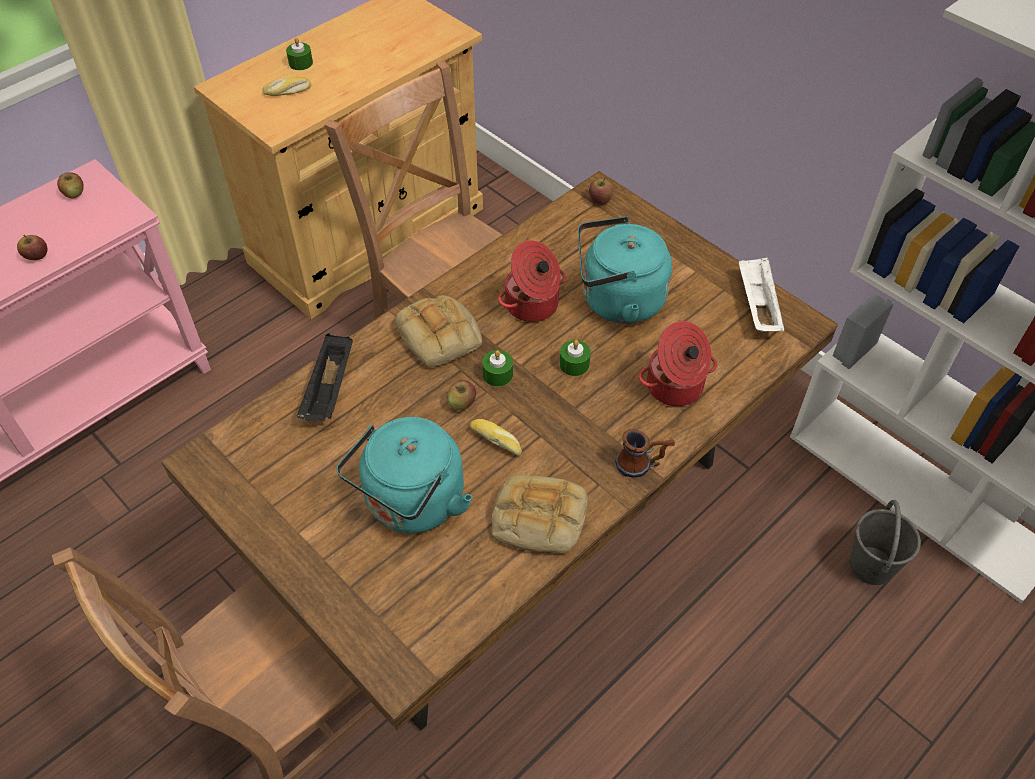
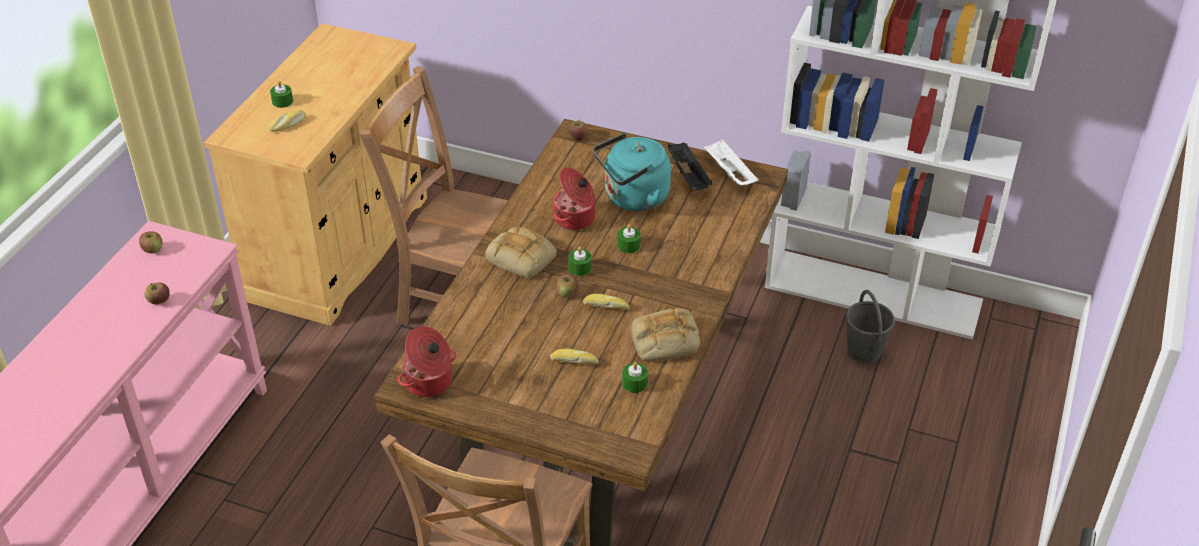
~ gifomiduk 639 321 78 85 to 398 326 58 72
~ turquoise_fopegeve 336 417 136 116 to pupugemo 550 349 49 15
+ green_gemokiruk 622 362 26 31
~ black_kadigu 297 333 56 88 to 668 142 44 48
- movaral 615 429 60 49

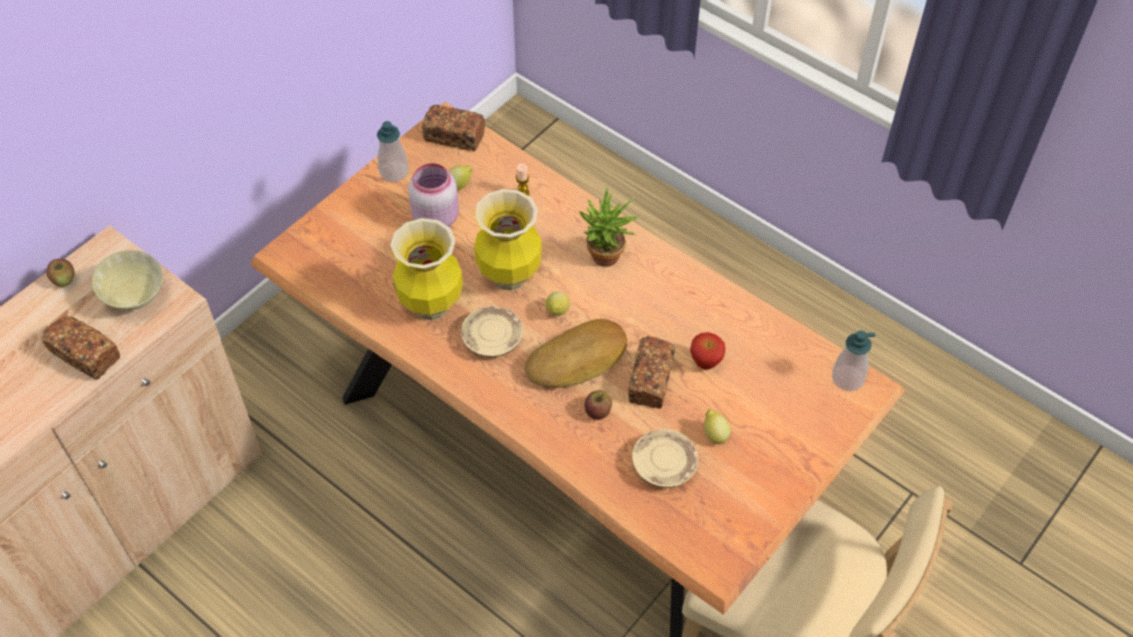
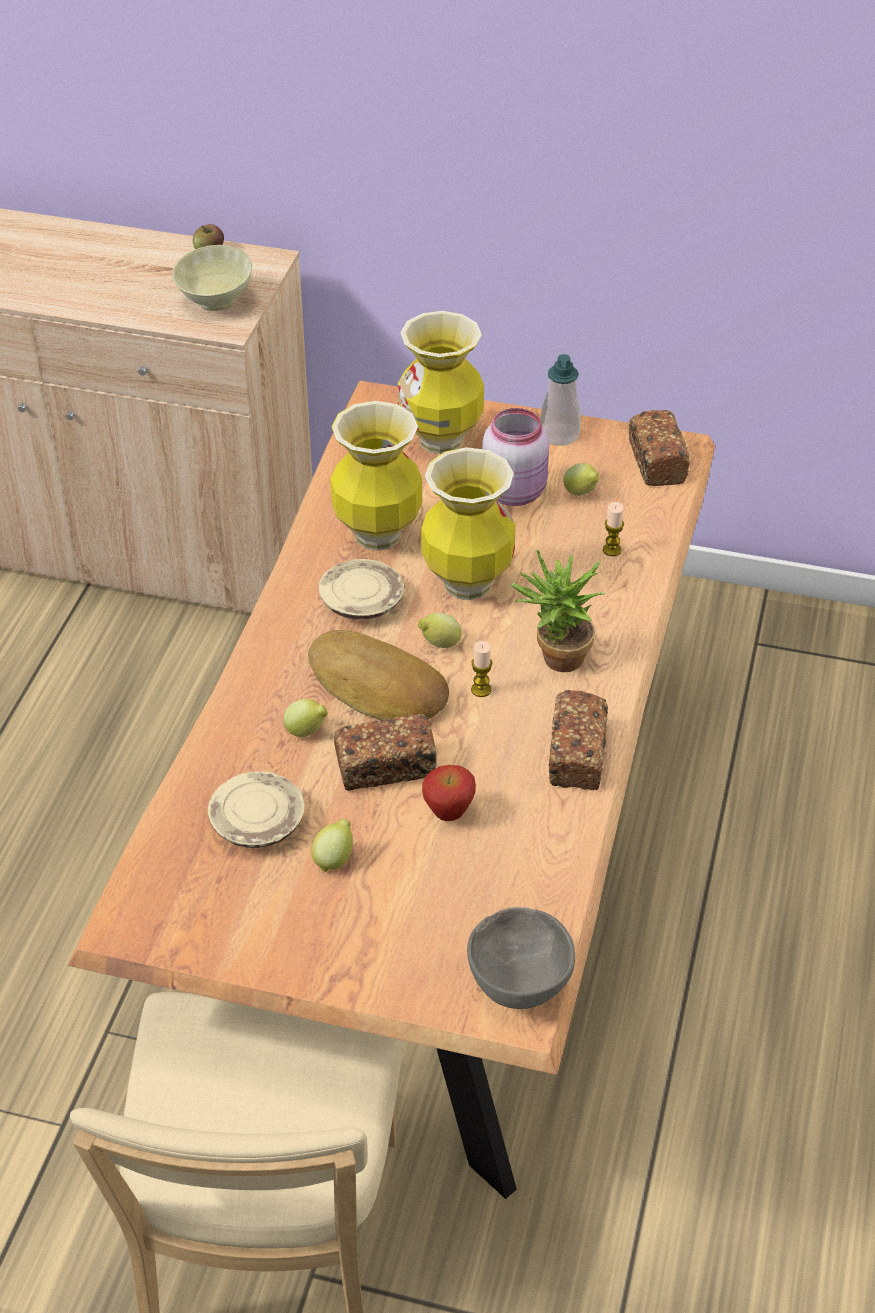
~ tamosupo 585 390 27 30 to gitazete 283 699 45 38
+ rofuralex 398 311 86 143
~ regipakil 832 330 43 61 to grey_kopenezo 467 907 108 102
+ gemokiruk 471 641 22 56
~ pupugemo 42 316 78 64 to 549 690 59 100

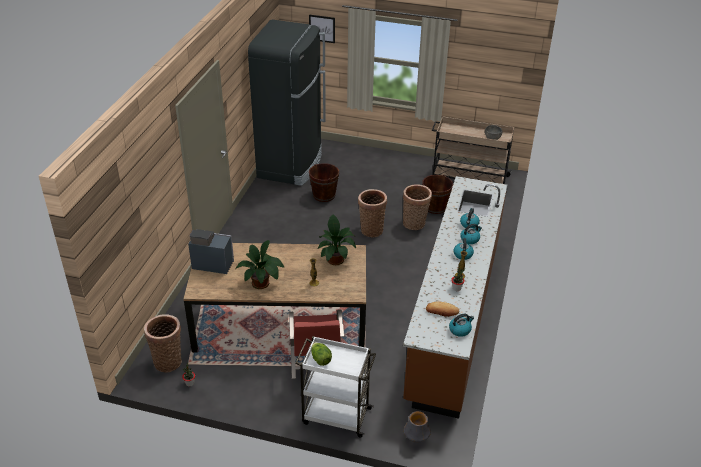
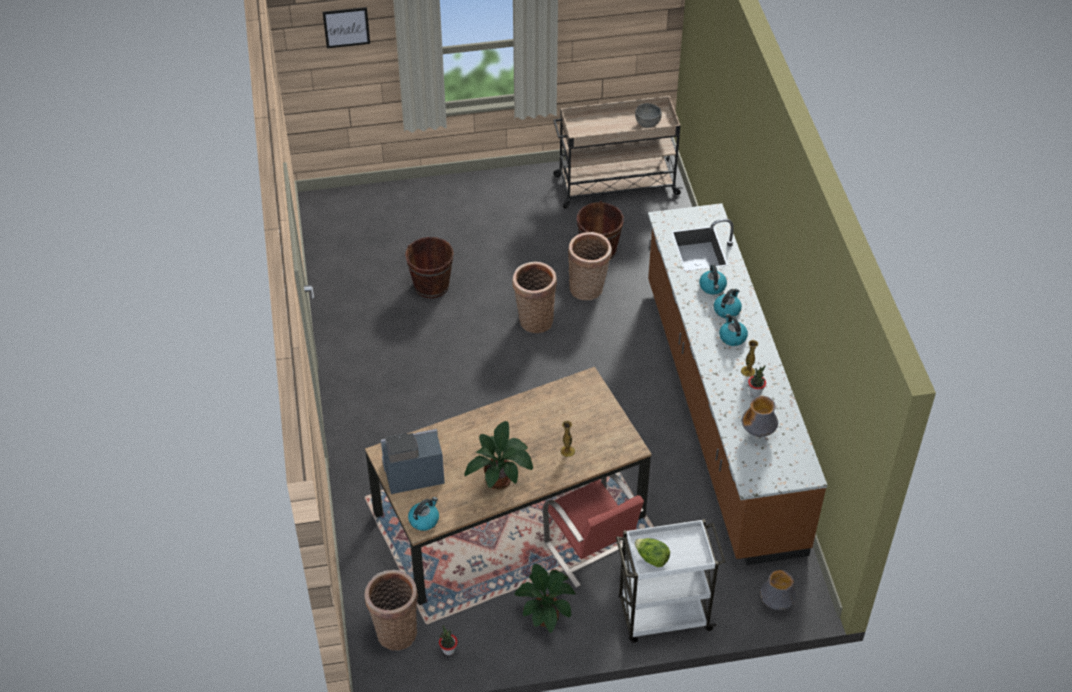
~ fopegeve 449 314 25 23 to 408 497 31 34
~ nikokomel 318 215 38 50 to 514 564 62 69
~ pupugemo 426 301 34 16 to rofuralex 742 396 36 41
- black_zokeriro 248 20 78 166

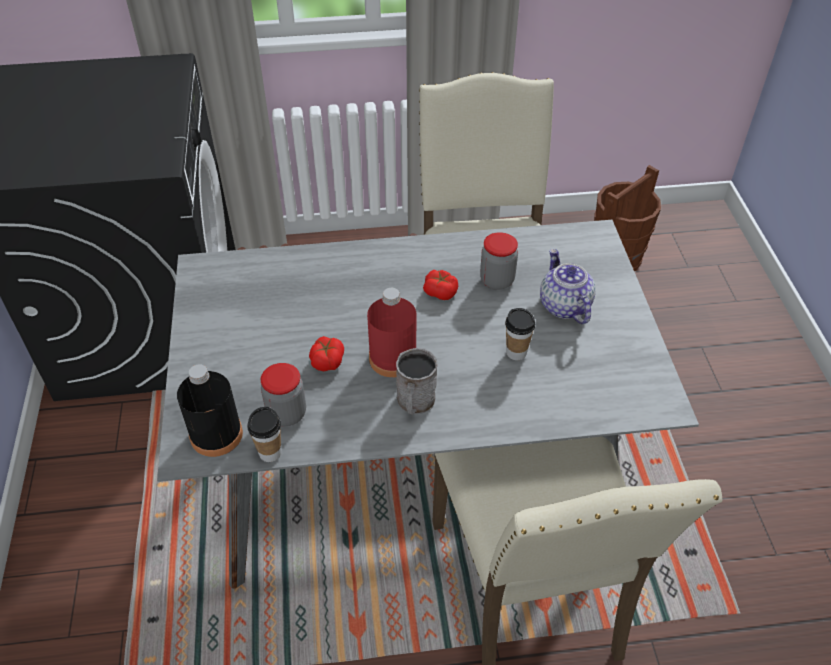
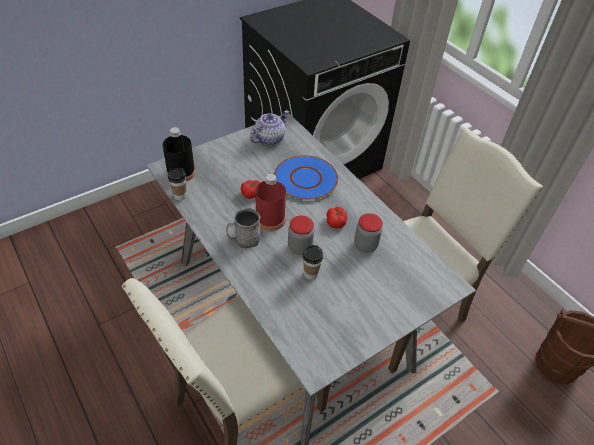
~ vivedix 540 249 56 75 to 250 110 39 35
+ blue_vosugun 274 155 64 45
~ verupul 261 363 45 63 to 288 216 26 39

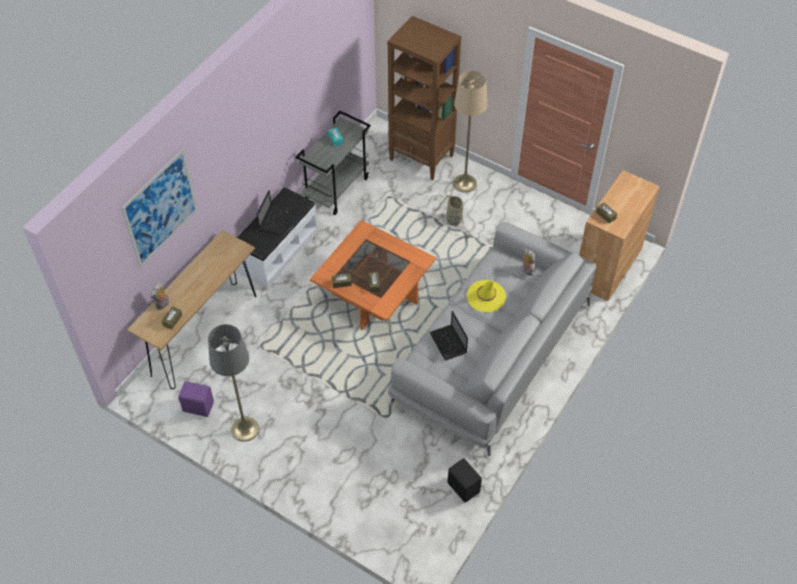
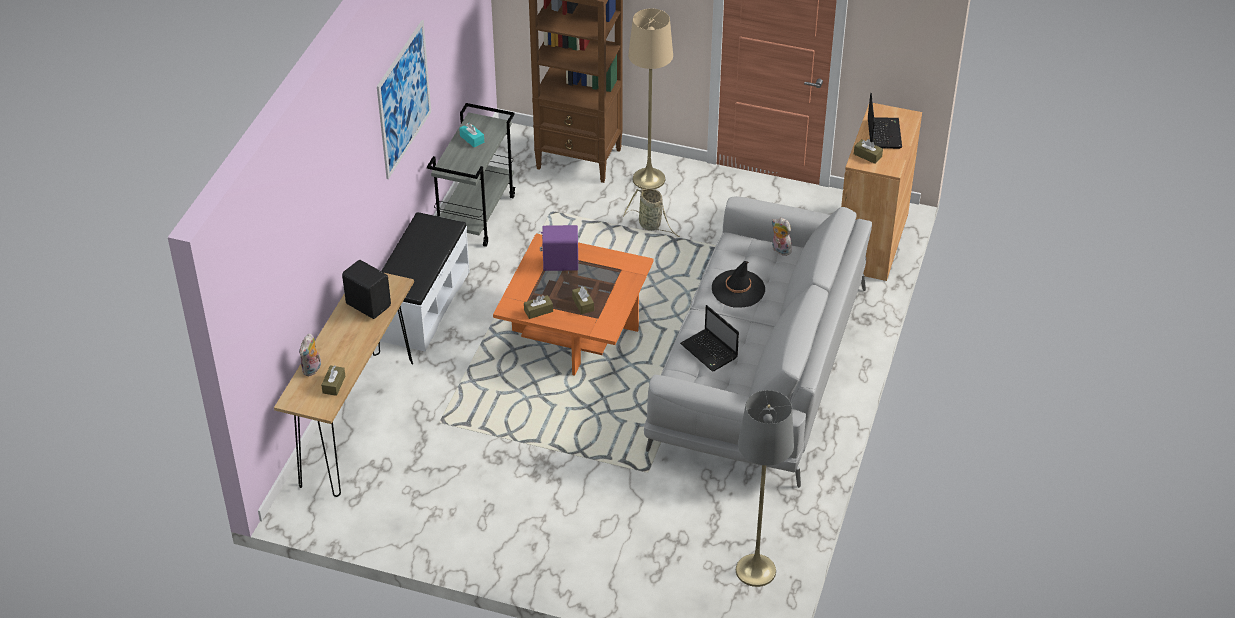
~ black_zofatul 447 458 35 44 to 342 260 49 59
~ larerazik 121 148 77 120 to 377 20 54 159
~ purple_zofatul 178 381 36 36 to 540 225 39 46
~ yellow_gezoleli 467 280 39 32 to black_gezoleli 712 261 53 47
~ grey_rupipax 208 324 51 118 to 736 390 58 197
~ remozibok 257 190 35 45 to 868 93 34 56

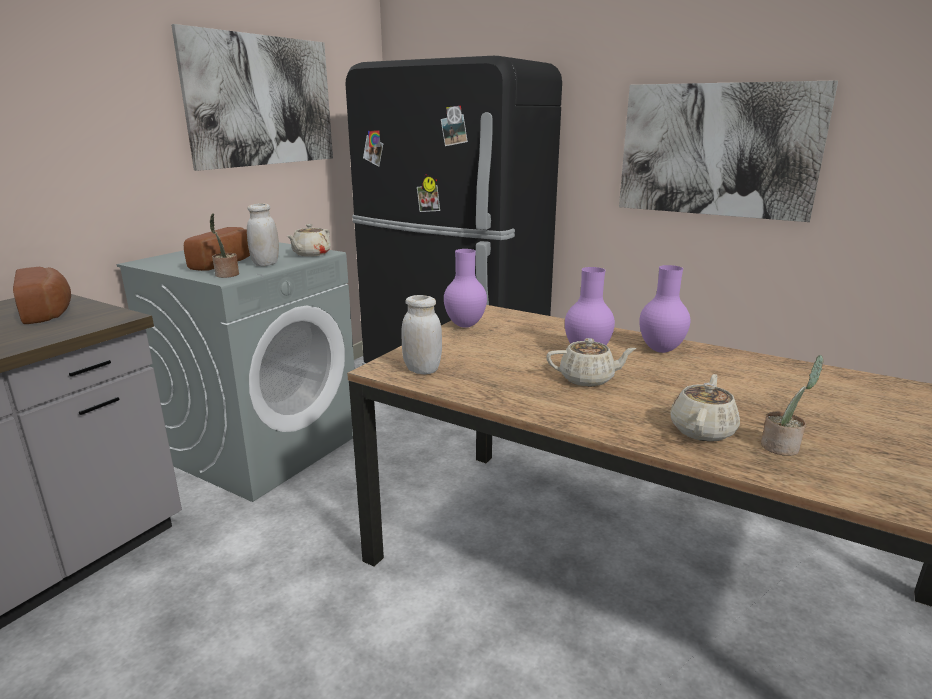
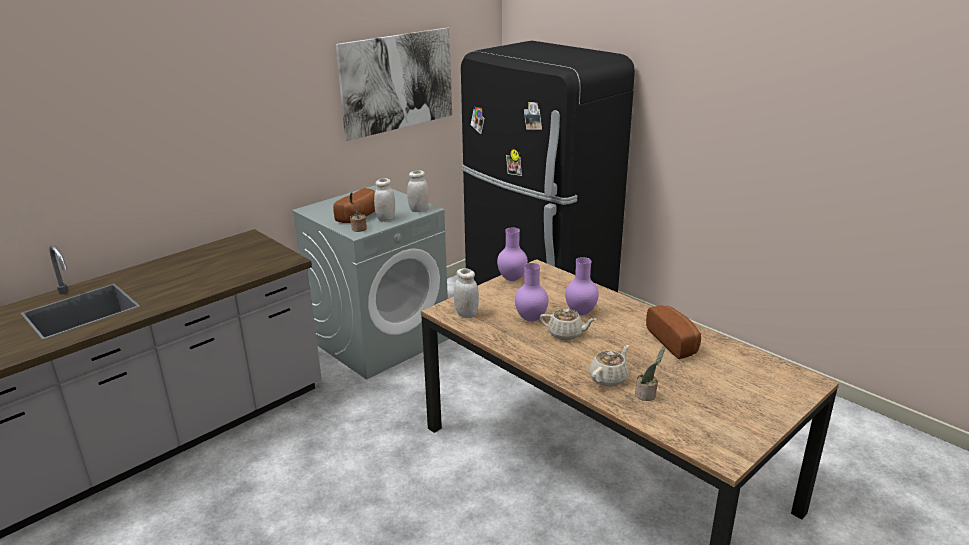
~ beige_vivedix 287 224 44 33 to white_verupul 407 170 22 42
~ purple_rofuralex 639 265 51 88 to 515 263 33 59
~ pupugemo 13 267 58 57 to 646 305 55 54
- larerazik 619 80 219 142

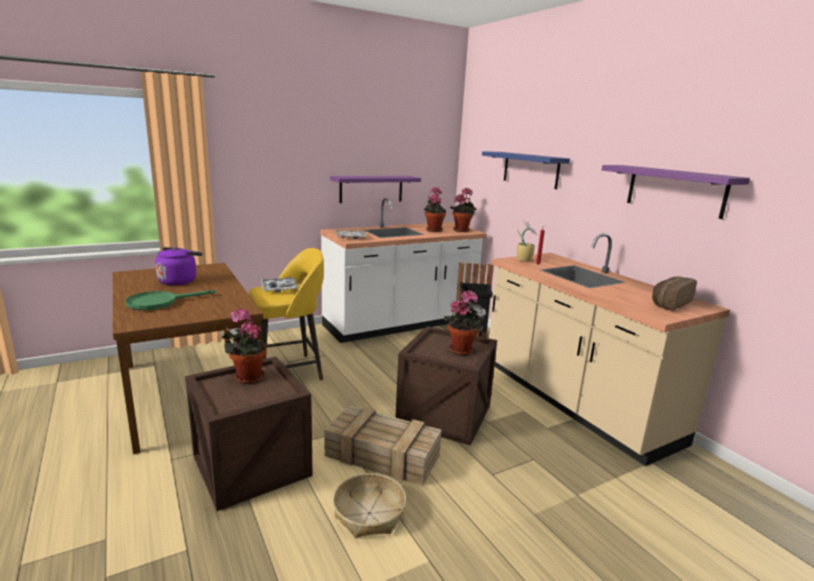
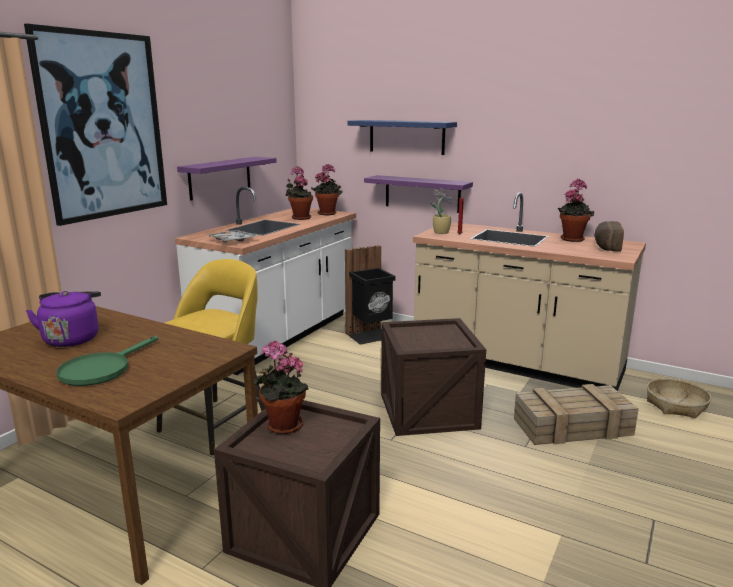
+ larerazik 24 24 143 202
~ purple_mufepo 602 165 148 54 to 364 175 109 38
~ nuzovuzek 325 406 116 80 to 514 384 125 61
~ nikokomel 444 290 39 65 to 558 179 36 63
~ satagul 333 473 73 65 to 647 378 64 40
- kadigu 261 277 38 16

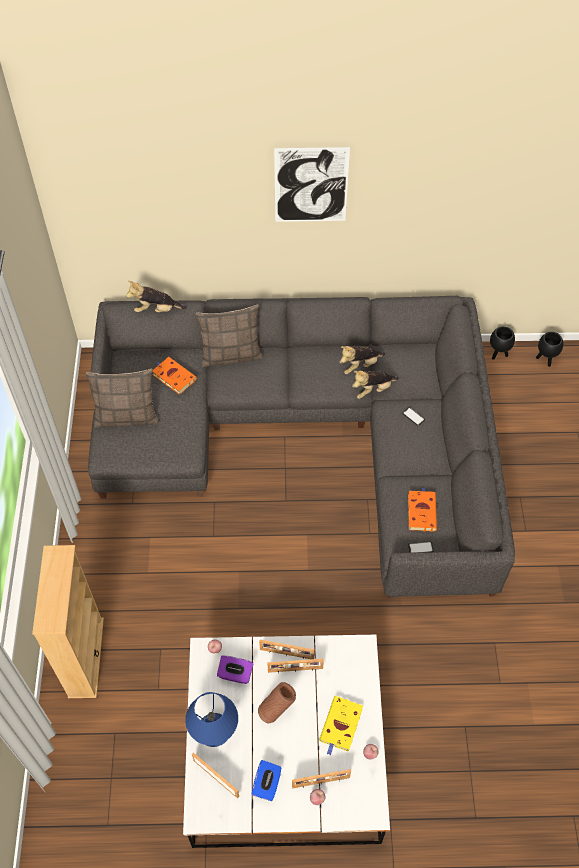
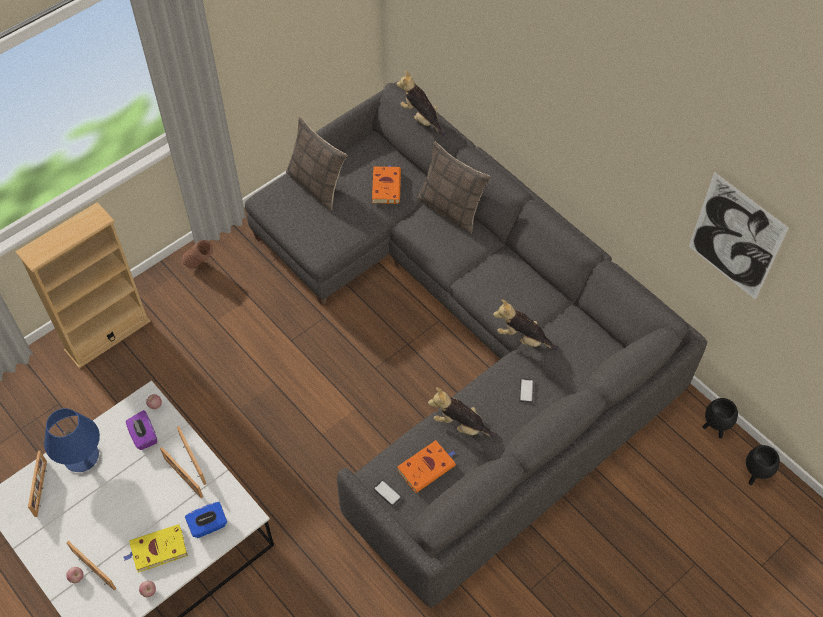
~ brown_rofuralex 258 682 38 41 to 182 240 31 28
~ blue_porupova 251 760 30 41 to 185 502 42 36
~ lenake 340 346 45 28 to 428 387 70 50
~ larerazik 274 147 76 75 to 689 172 99 128

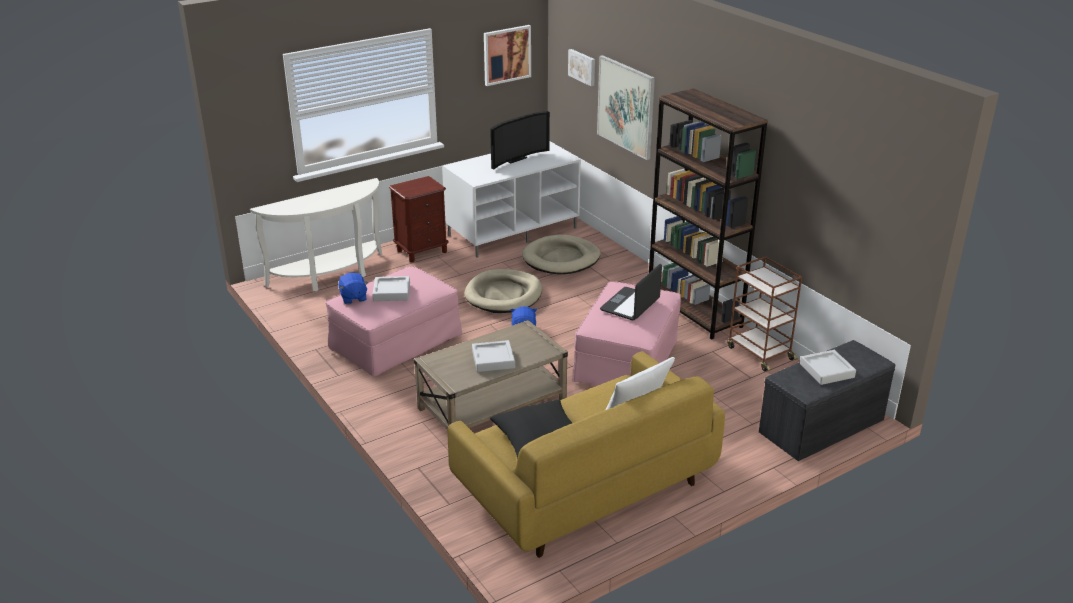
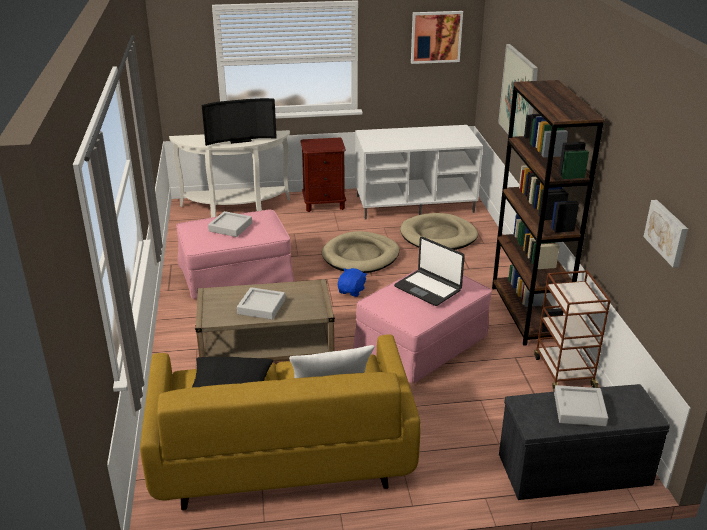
~ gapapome 490 111 60 58 to 202 98 75 48
~ remozibok 600 264 62 57 = 394 237 71 69 105 degrees counterclockwise
~ larerazik 568 49 27 37 to 643 200 45 68
- blue_lenake 339 273 29 31

